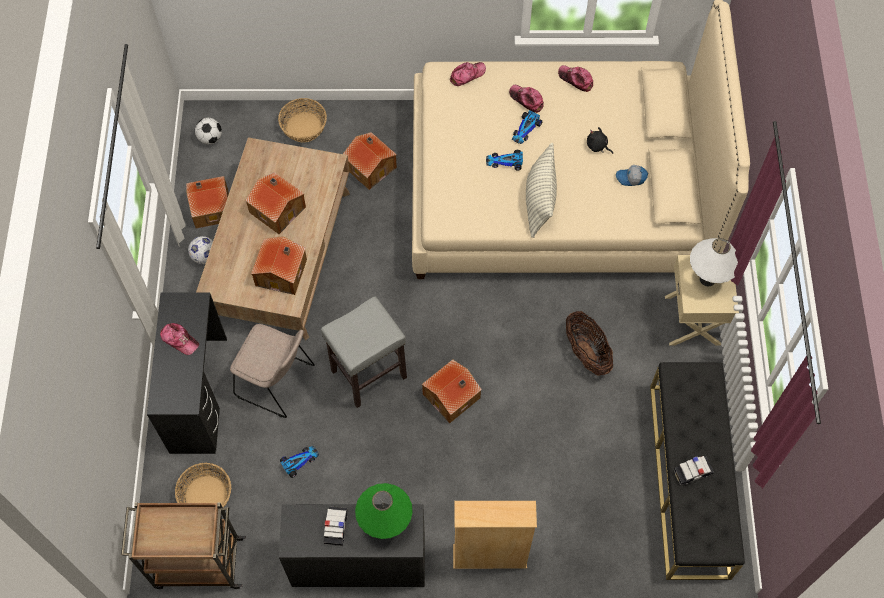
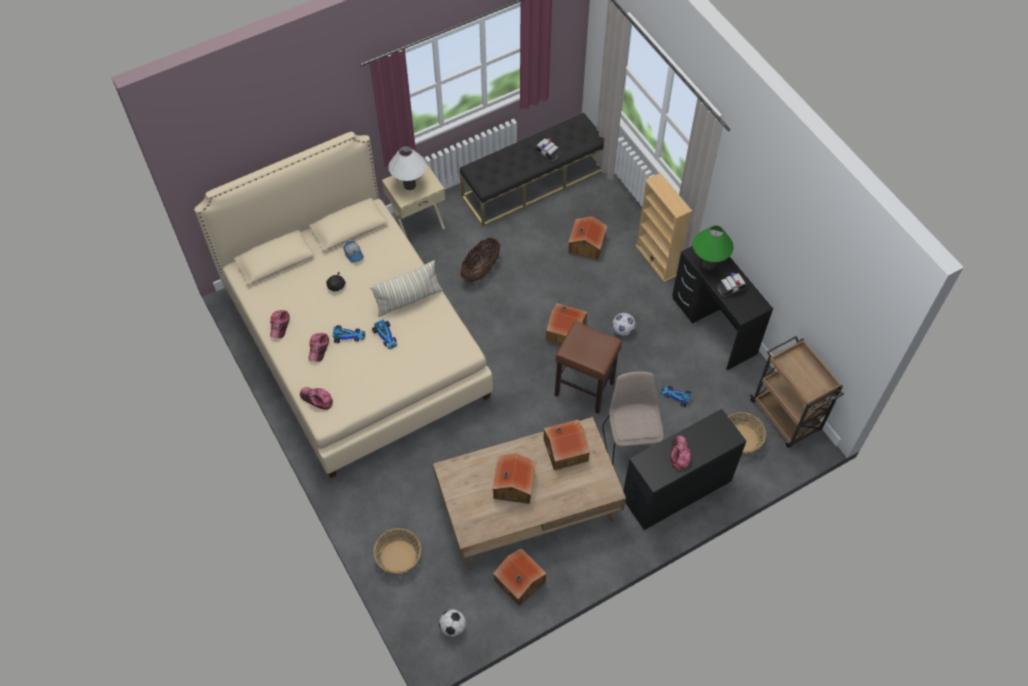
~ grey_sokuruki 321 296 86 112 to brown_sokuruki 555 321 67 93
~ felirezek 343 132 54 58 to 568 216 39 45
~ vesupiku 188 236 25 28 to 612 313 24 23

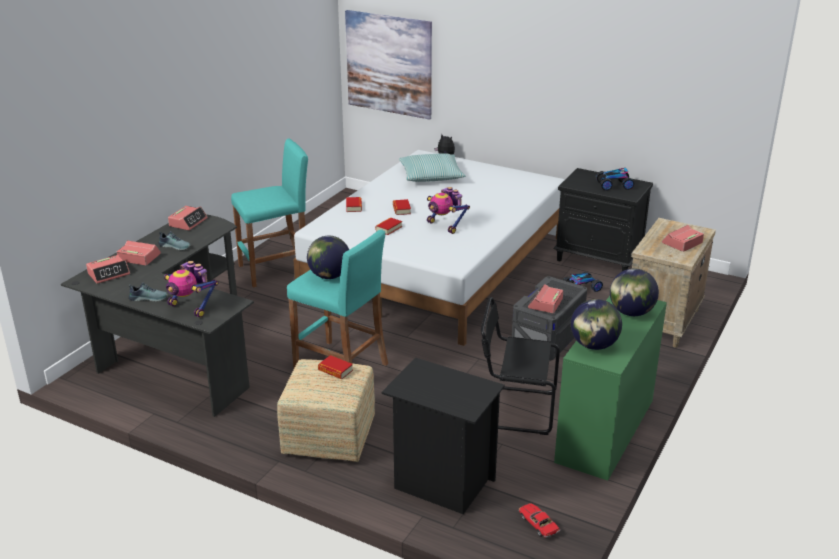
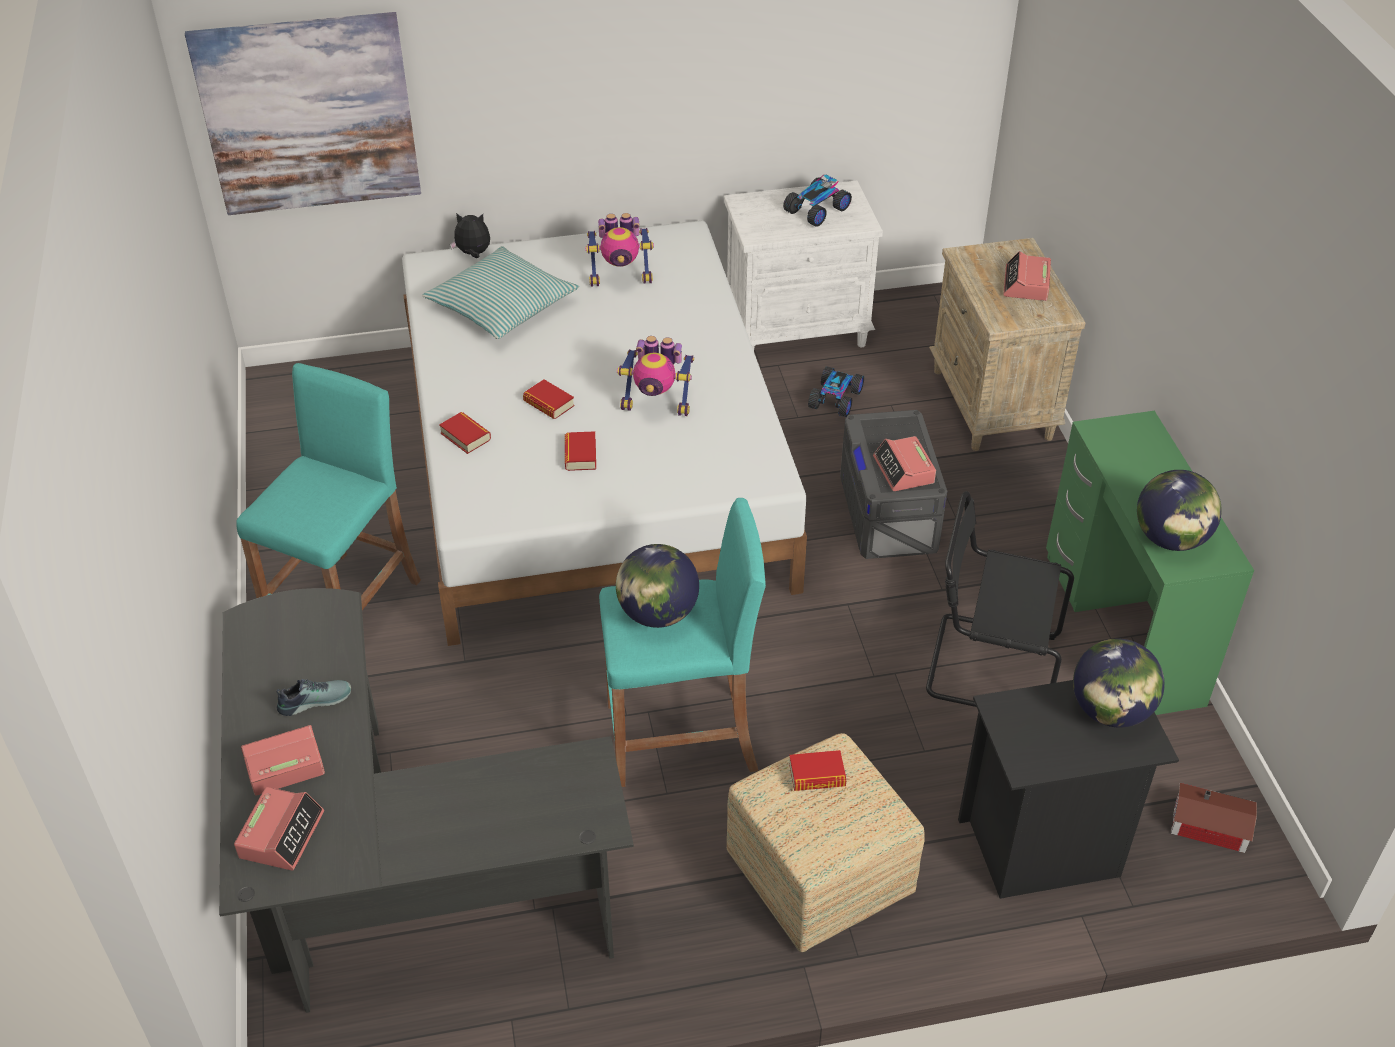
~ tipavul 164 261 54 57 to 585 213 69 74
~ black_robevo 553 168 100 103 to white_robevo 724 181 159 170
~ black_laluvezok 481 297 79 138 = 926 491 148 216 45 degrees clockwise
~ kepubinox 610 268 49 48 to 1073 639 92 89
~ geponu 519 503 41 35 to felirezek 1171 783 86 70
- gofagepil 129 283 39 18
- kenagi 168 206 40 24

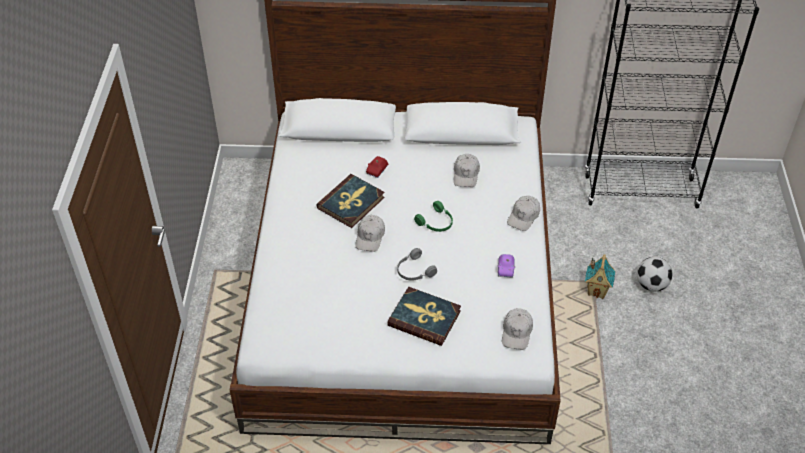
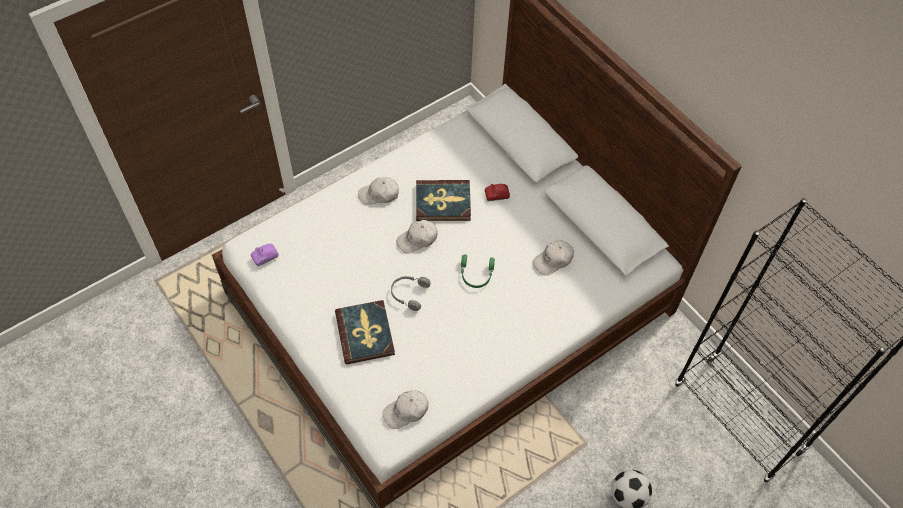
~ purple_geponu 497 254 18 24 to 251 244 28 22
~ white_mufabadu 507 196 33 35 to 358 177 41 28
- felirezek 585 254 30 45

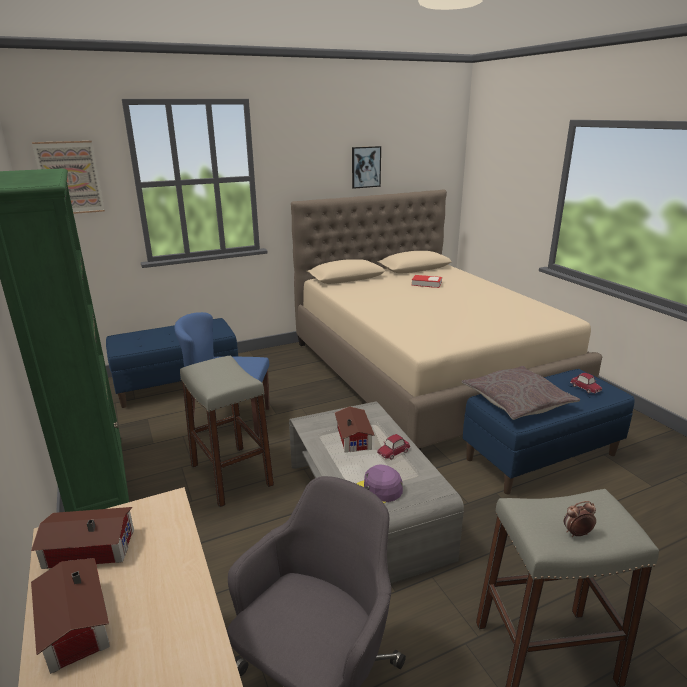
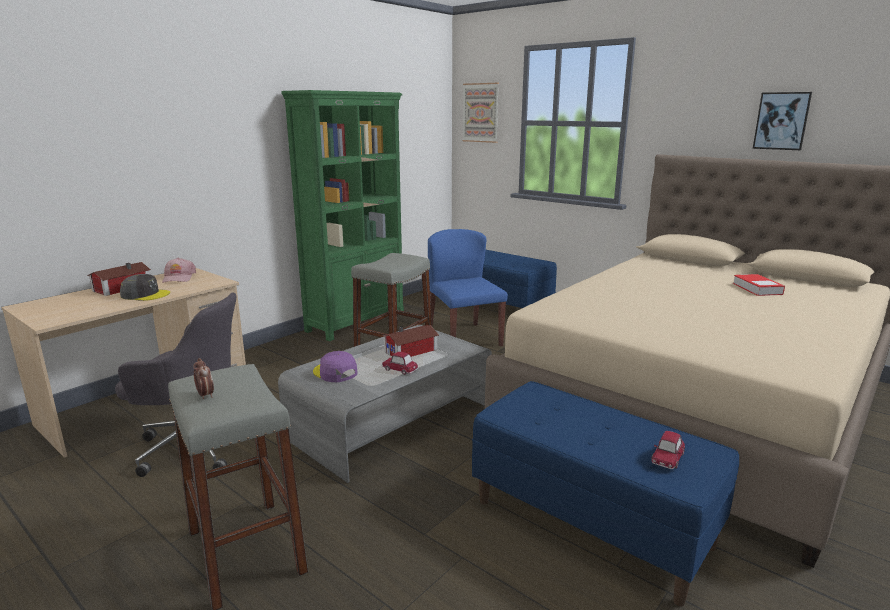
+ grey_mufabadu 120 274 50 27
~ felirezek 31 507 103 62 to pink_mufabadu 162 258 34 25
- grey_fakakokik 462 366 118 54

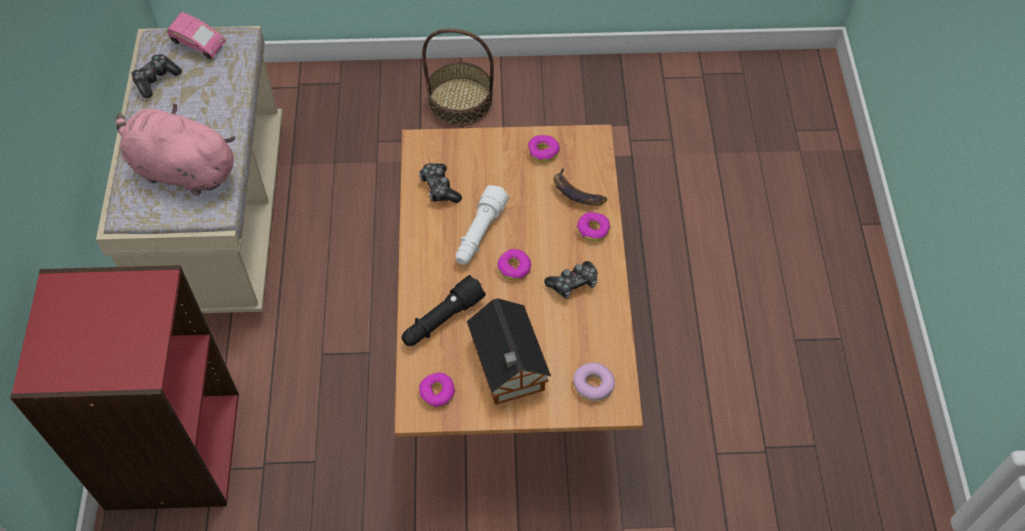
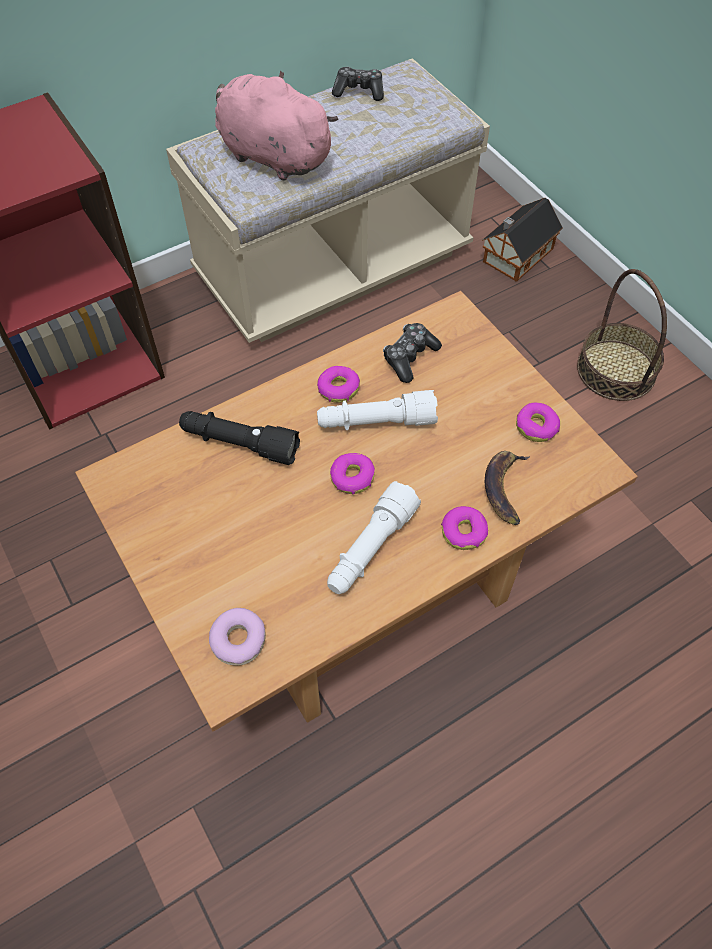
~ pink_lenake 116 103 120 93 = 215 70 124 110 45 degrees counterclockwise
~ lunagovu 419 372 36 36 to 317 366 43 37
~ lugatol 544 261 54 38 to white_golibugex 327 481 94 113
~ felirezek 467 298 84 107 to 482 198 81 84
- pink_geponu 167 12 59 47

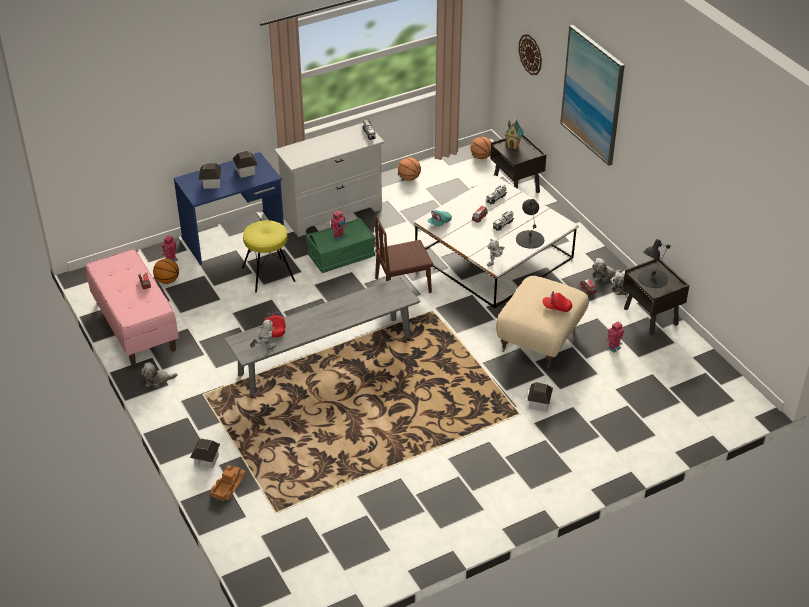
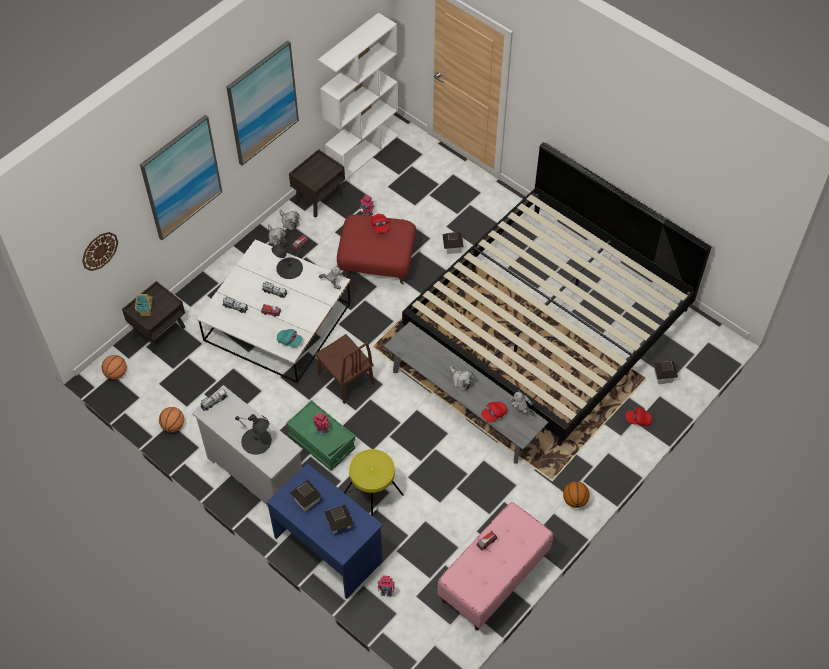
+ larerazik 226 40 73 126
~ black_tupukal 638 239 32 49 to 235 414 37 41
+ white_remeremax 318 13 80 169
~ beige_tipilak 496 276 93 92 to red_tipilak 337 214 79 71
+ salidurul 402 142 309 304
~ lenake 141 362 37 26 to 450 366 24 25
~ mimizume 153 258 26 26 to 563 481 27 27
~ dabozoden 210 465 36 36 to red_mufabadu 626 407 27 19
~ felirezek 190 439 30 29 to 654 361 24 23

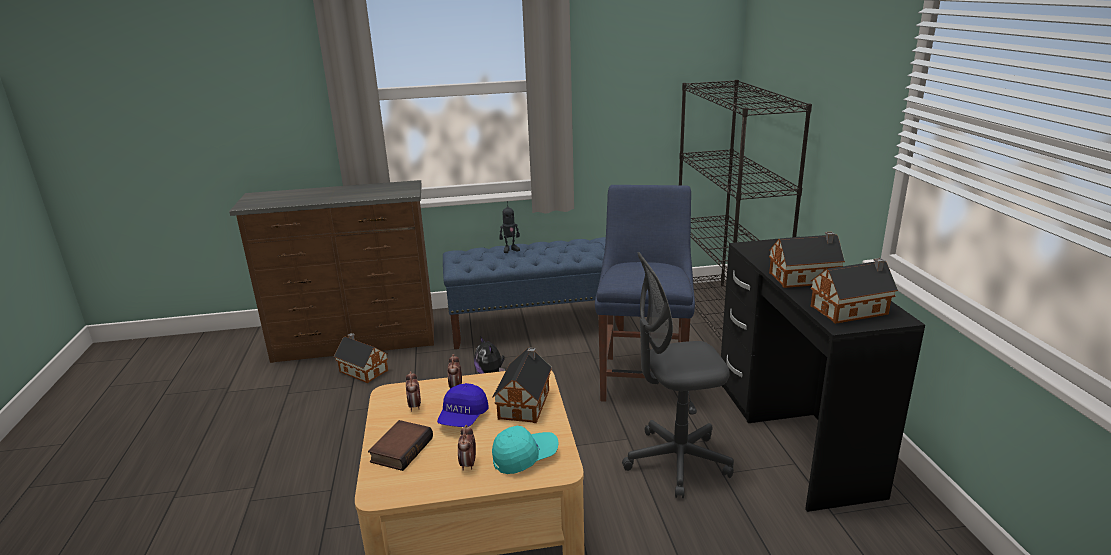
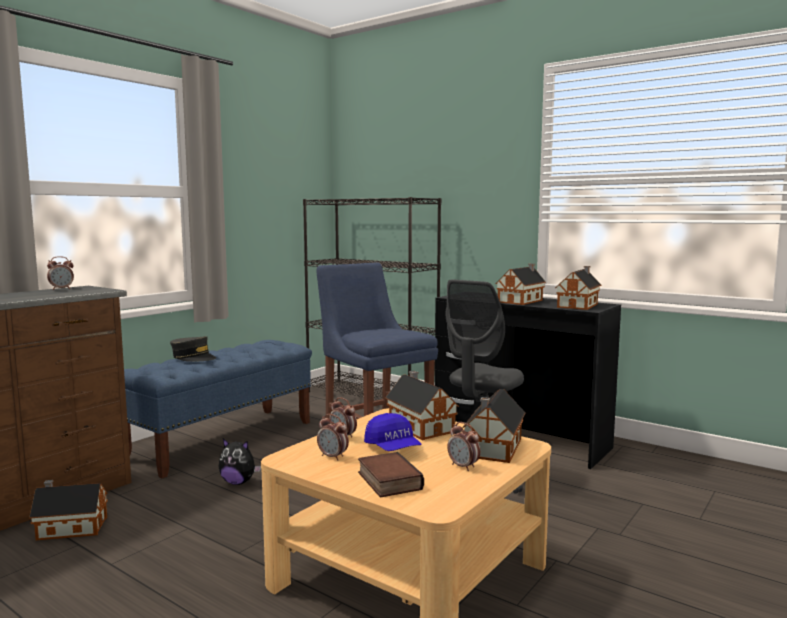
+ kenagi 47 256 27 34
~ tipavul 499 201 21 52 to grey_mufabadu 170 336 46 26
~ turquoise_mufabadu 492 426 67 48 to felirezek 462 389 64 74

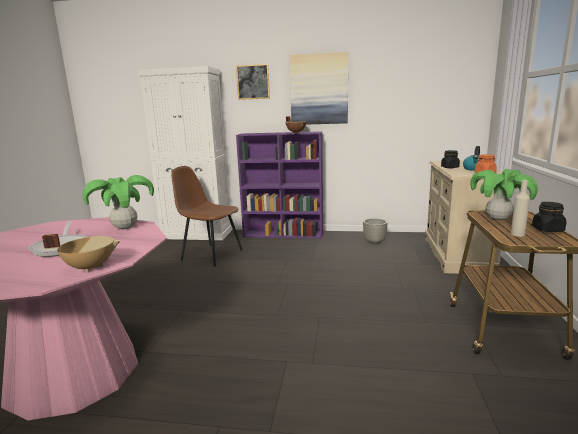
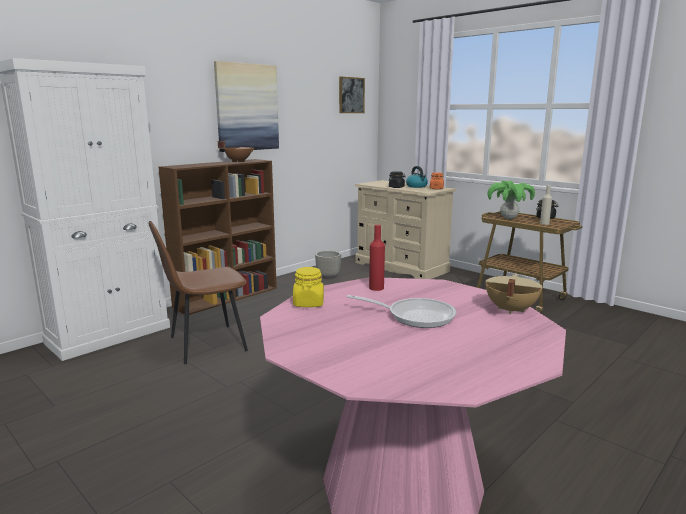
~ purple_remeremax 236 131 87 108 to brown_remeremax 159 159 118 156
+ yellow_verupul 293 267 31 40
~ larerazik 236 64 34 36 to 339 77 26 36
~ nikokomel 83 175 71 54 to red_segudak 369 225 16 66

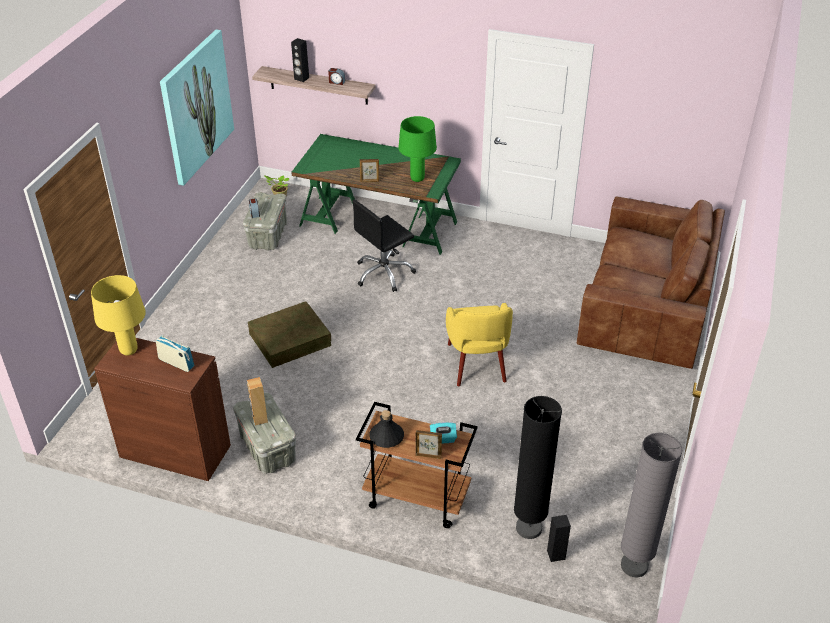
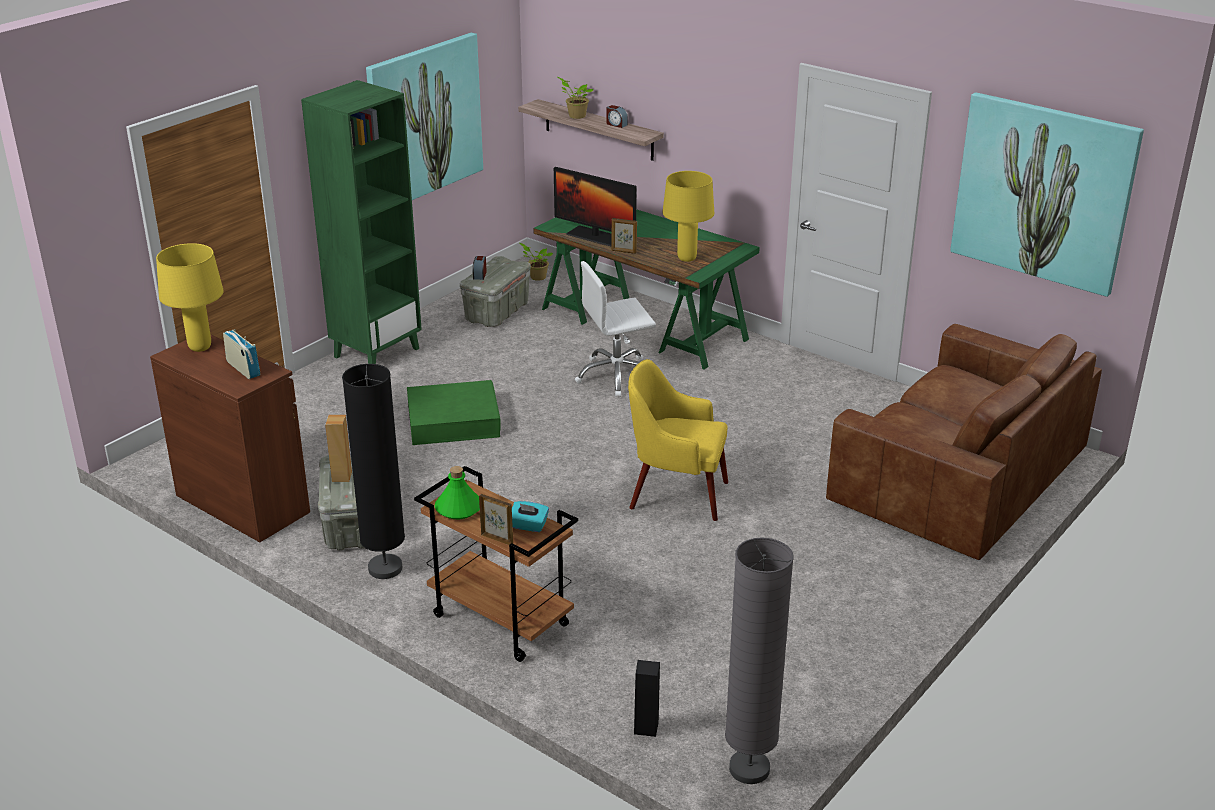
+ green_remeremax 301 80 121 284
~ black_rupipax 514 396 48 143 to 342 364 63 215
~ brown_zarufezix 248 301 83 67 to green_zarufezix 407 380 94 65
~ black_segudak 369 410 35 38 to green_segudak 435 466 45 53
+ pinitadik 554 167 83 79
~ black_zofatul 291 38 18 44 to nikokomel 558 77 36 42
~ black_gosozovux 352 200 64 92 to white_gosozovux 575 261 81 136
~ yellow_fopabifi 446 303 67 83 = 628 359 100 162 90 degrees clockwise
~ green_tupukal 398 116 39 66 to yellow_tupukal 662 171 52 91
+ larerazik 950 92 194 205

